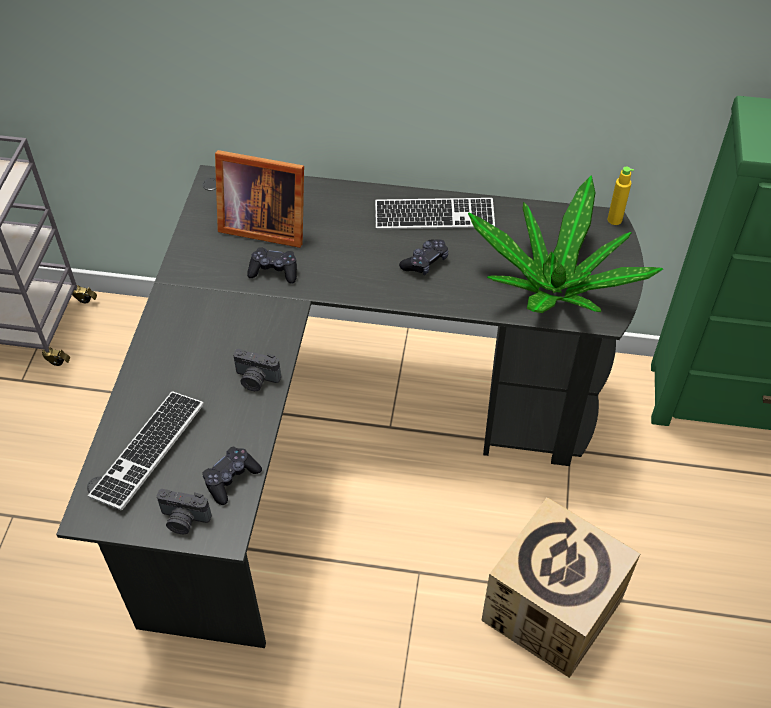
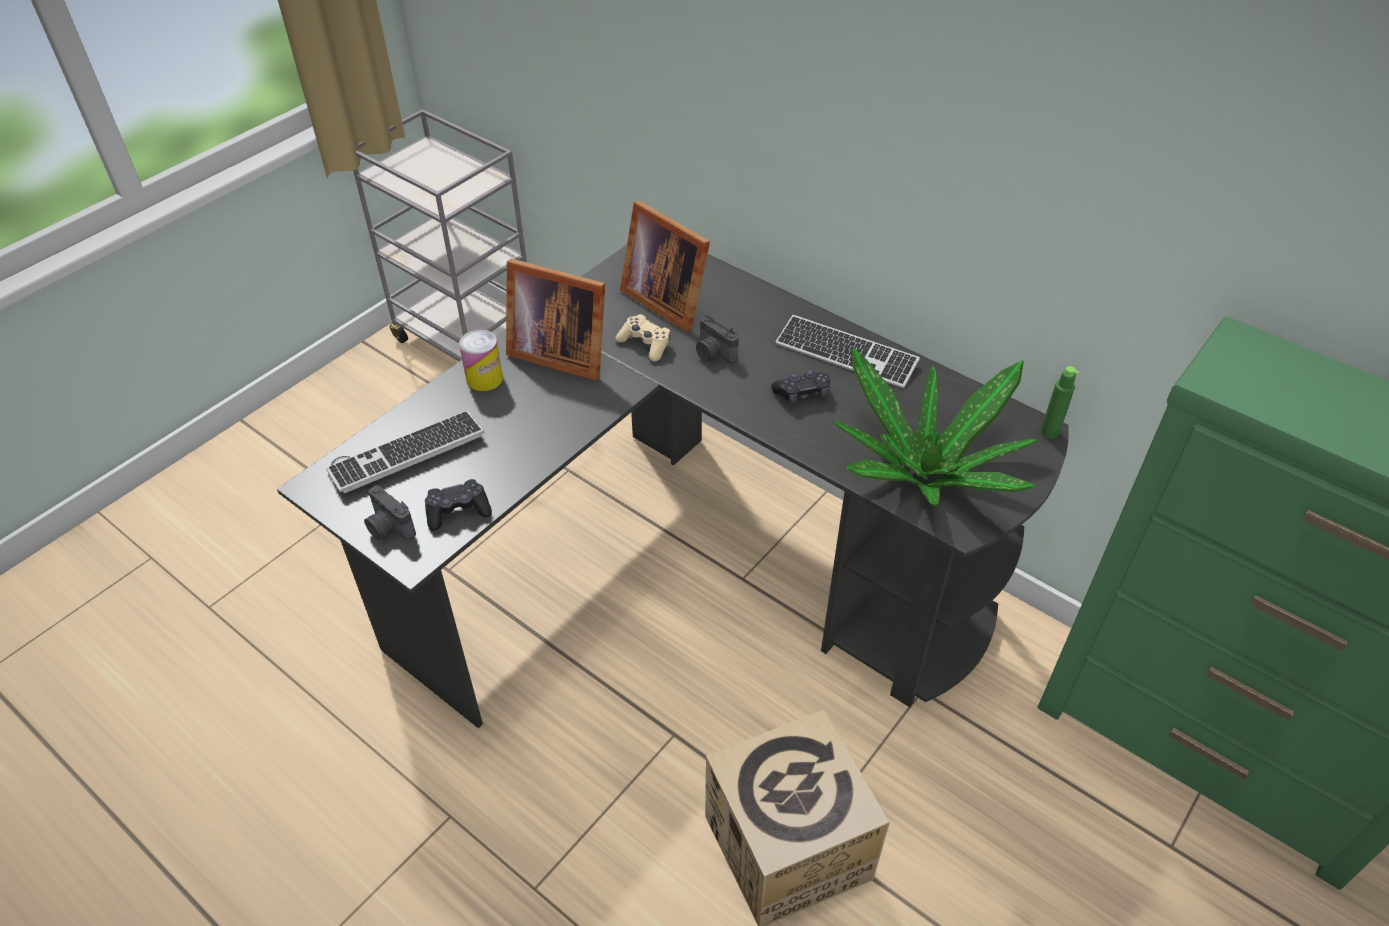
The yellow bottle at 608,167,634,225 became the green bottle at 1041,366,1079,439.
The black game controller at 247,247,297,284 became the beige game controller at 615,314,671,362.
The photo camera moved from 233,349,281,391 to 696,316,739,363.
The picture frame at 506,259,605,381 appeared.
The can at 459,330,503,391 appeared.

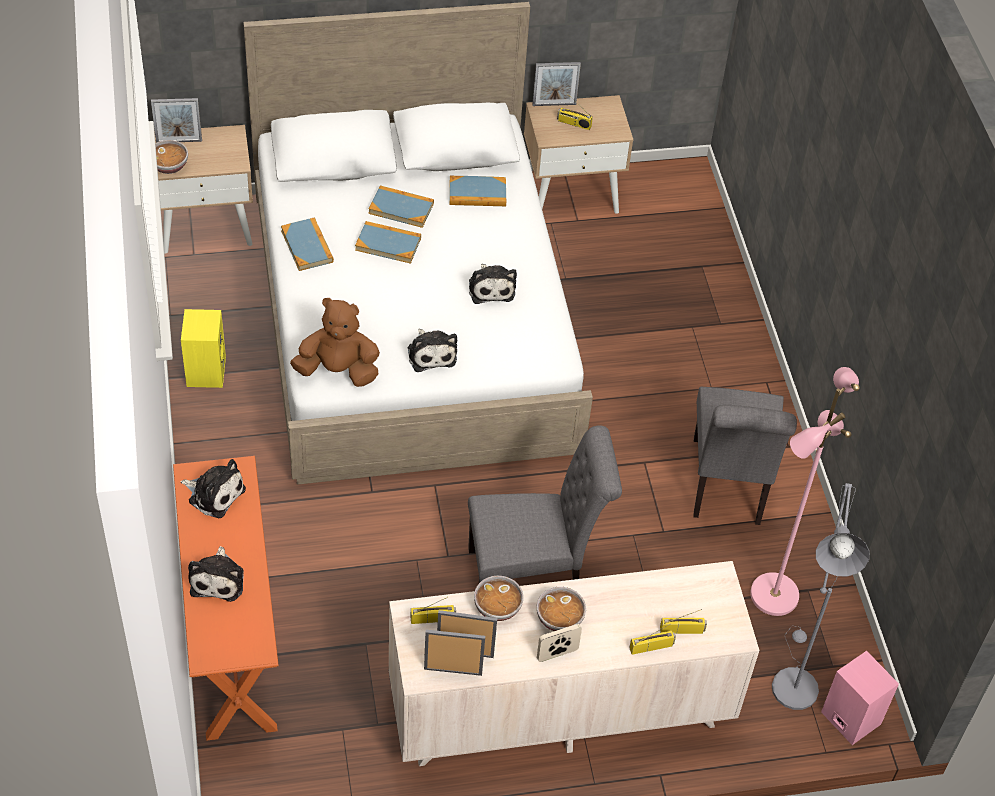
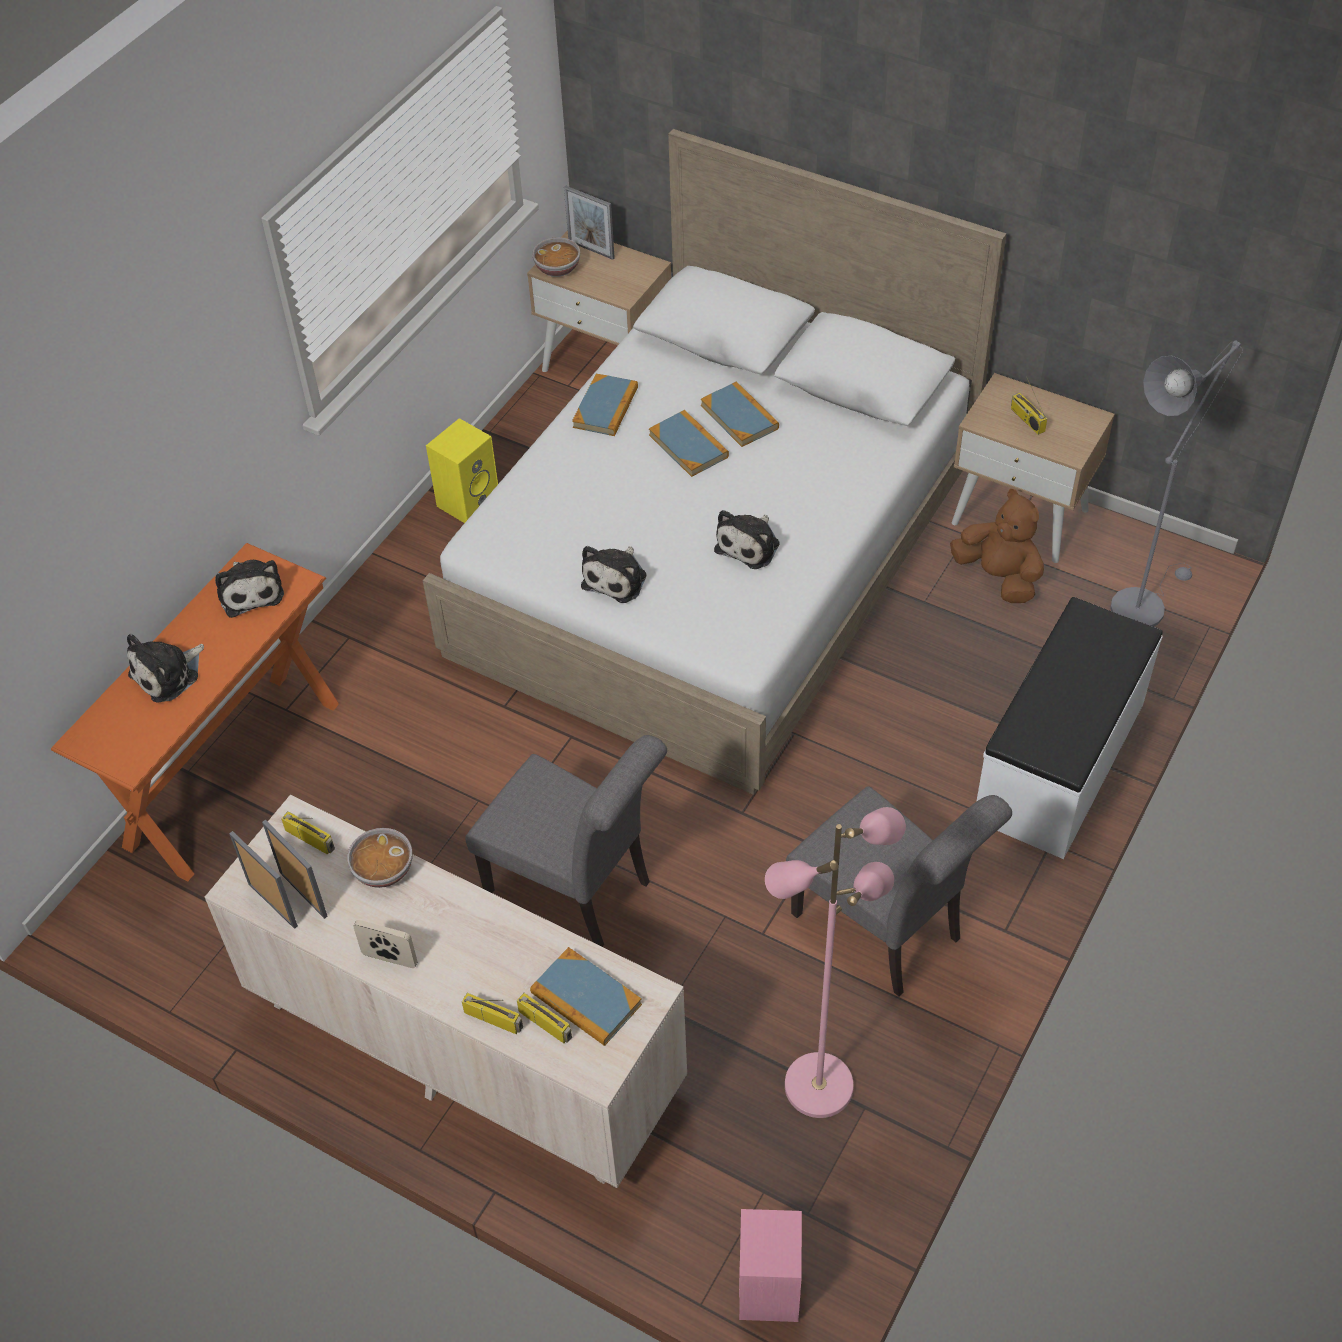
The picture frame at 532,62,581,106 disappeared.
The book moved from 449,176,506,206 to 530,947,642,1046.
The brown plush toy moved from 290,298,380,387 to 950,489,1044,603.
The grey chair at 693,387,797,525 turned 90 degrees counterclockwise.
The grey floor lamp moved from 772,483,869,710 to 1110,340,1243,627.
The bowl at 537,587,586,631 disappeared.
The white bench at 976,597,1163,859 appeared.

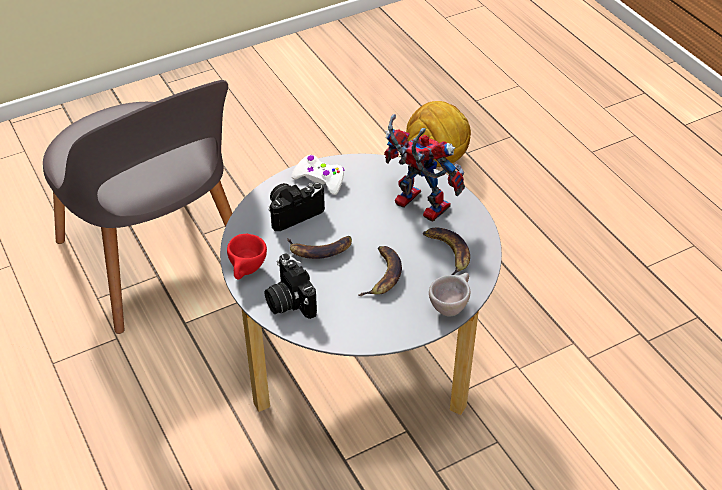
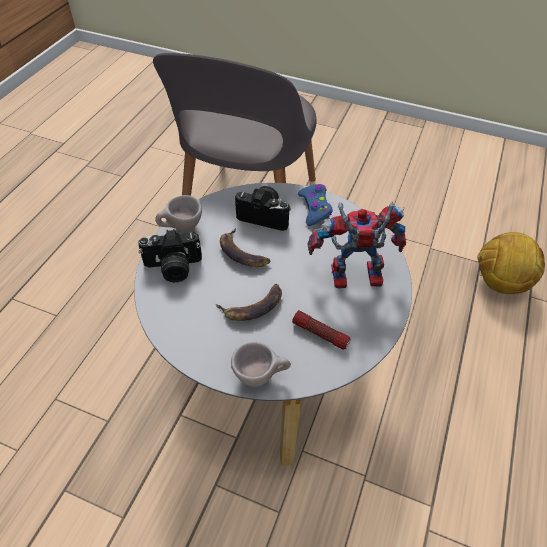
The toy robot at 384,114,465,222 turned 90 degrees counterclockwise.
The white game controller at 291,155,345,195 became the blue game controller at 298,184,333,226.
The banana at 423,228,470,275 was replaced by the flashlight at 292,310,351,350.
The red cup at 227,234,267,280 became the beige cup at 155,195,202,232.
The photo camera at 265,254,317,319 turned 120 degrees counterclockwise.

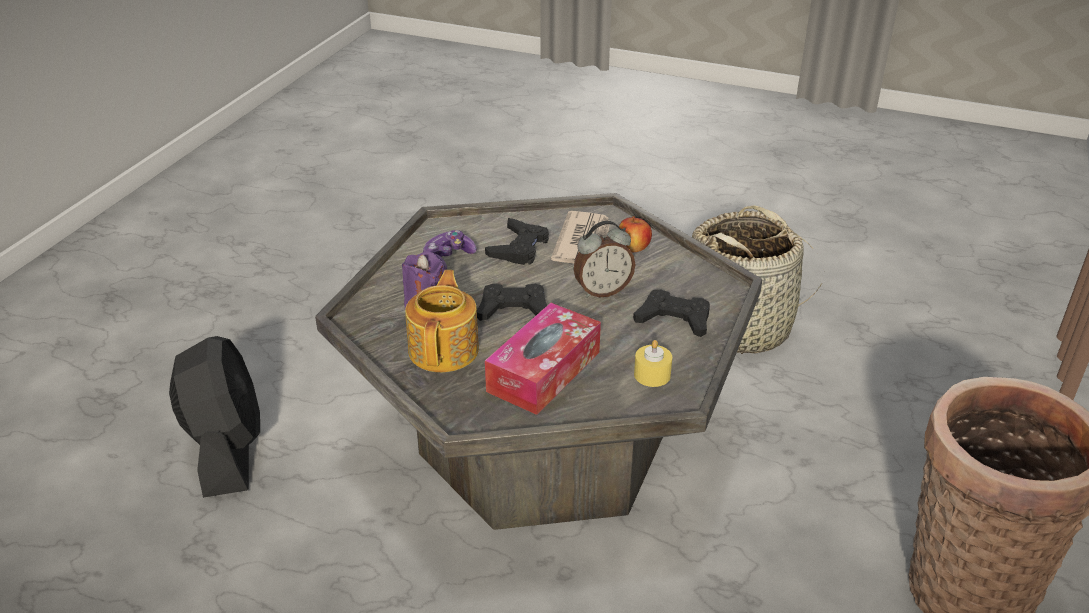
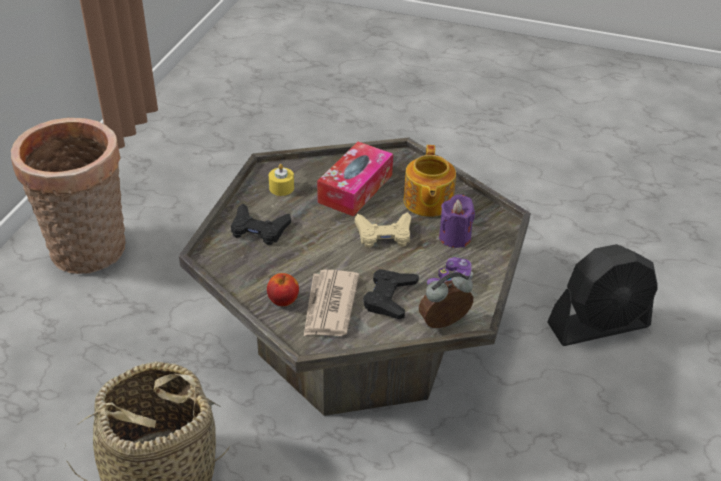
The alarm clock moved from 574,221,635,298 to 419,272,473,328.
The black game controller at 477,284,547,321 became the beige game controller at 355,212,411,248.
The black fan at 169,336,260,498 turned 90 degrees counterclockwise.

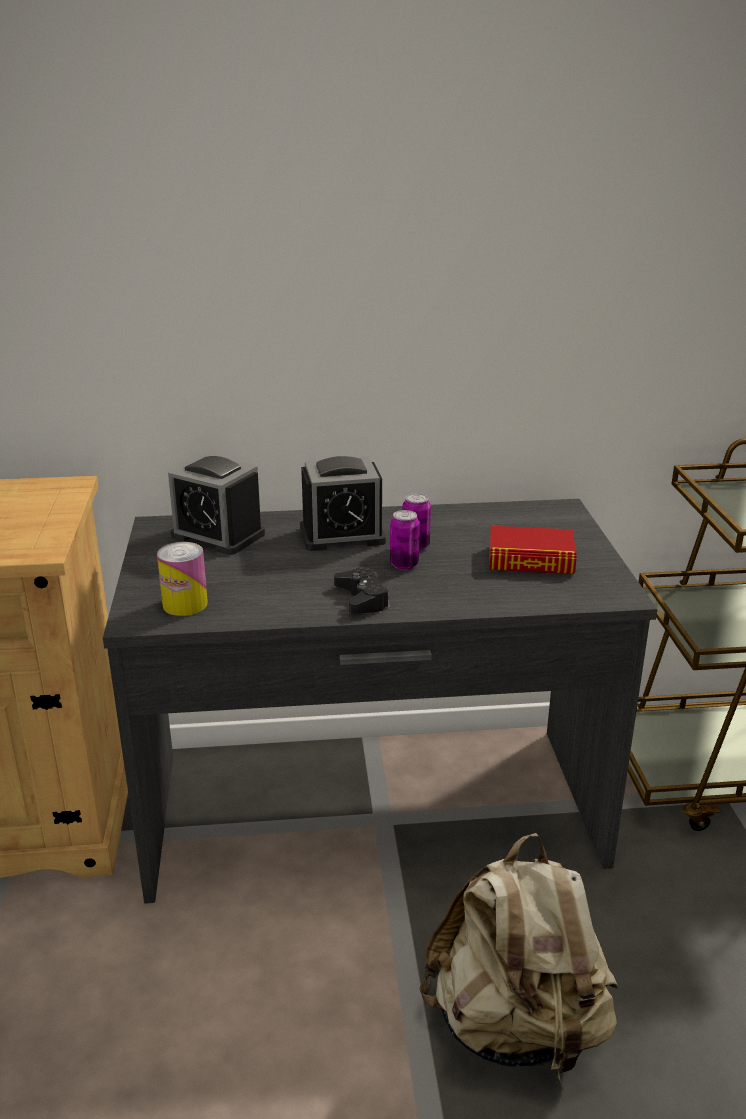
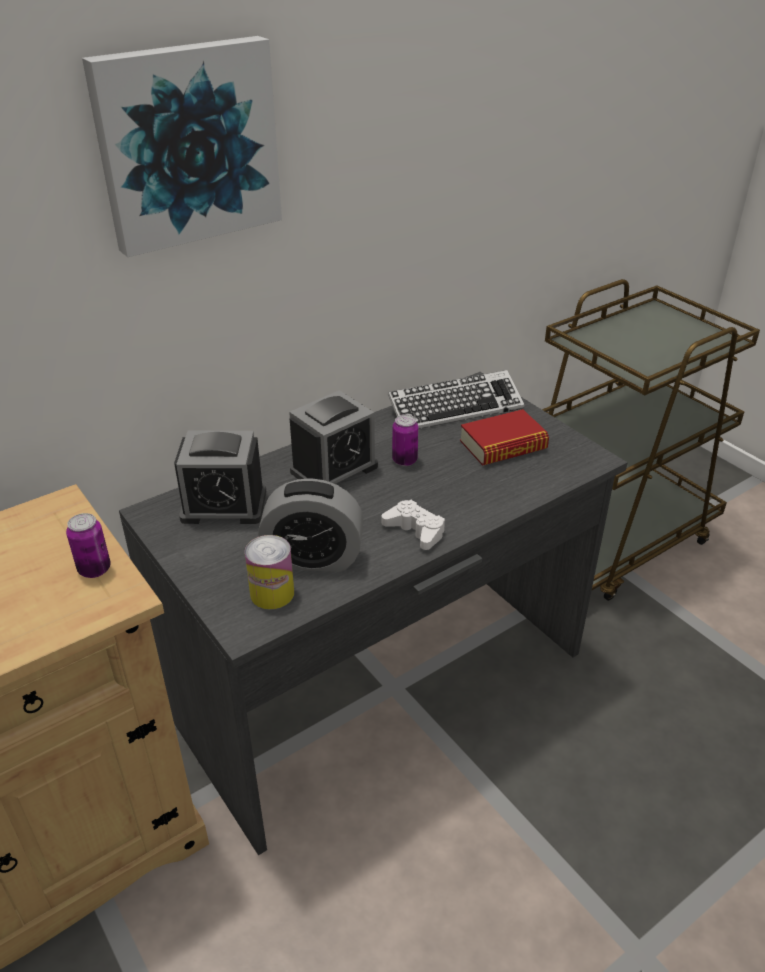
The can moved from 390,510,420,570 to 66,513,111,578.
The black game controller at 334,567,390,614 became the white game controller at 382,500,445,550.
The beige backpack at 419,833,619,1083 disappeared.
The picture at 82,36,282,257 appeared.
The keyboard at 388,370,525,429 appeared.
The alarm clock at 258,478,364,572 appeared.

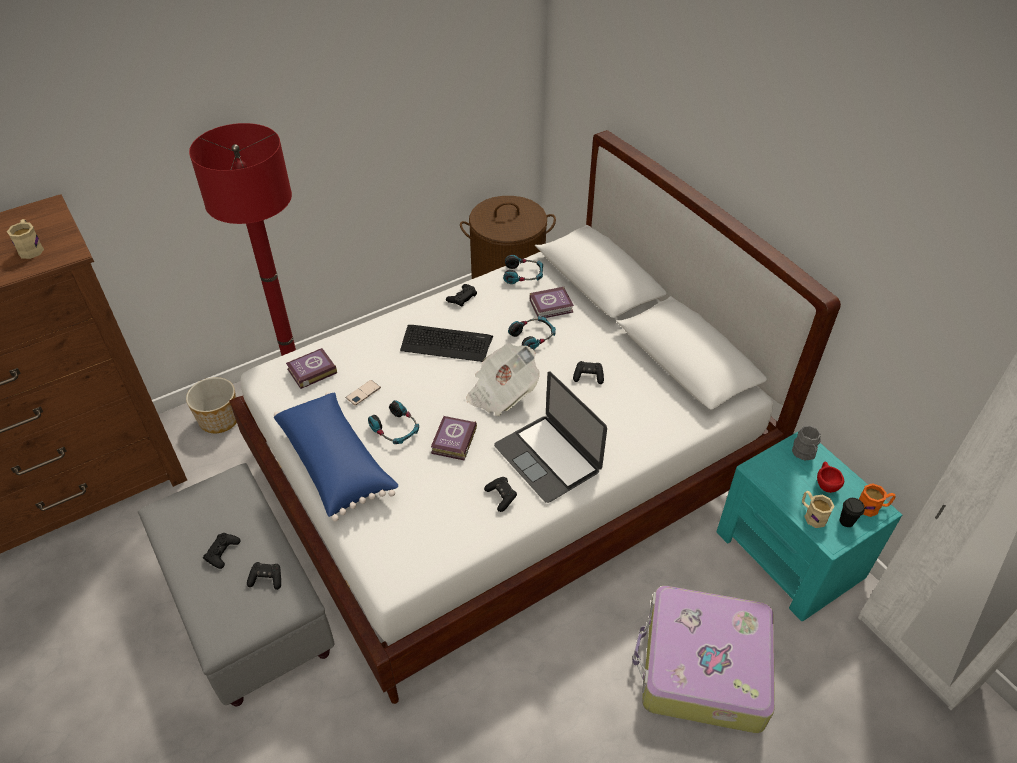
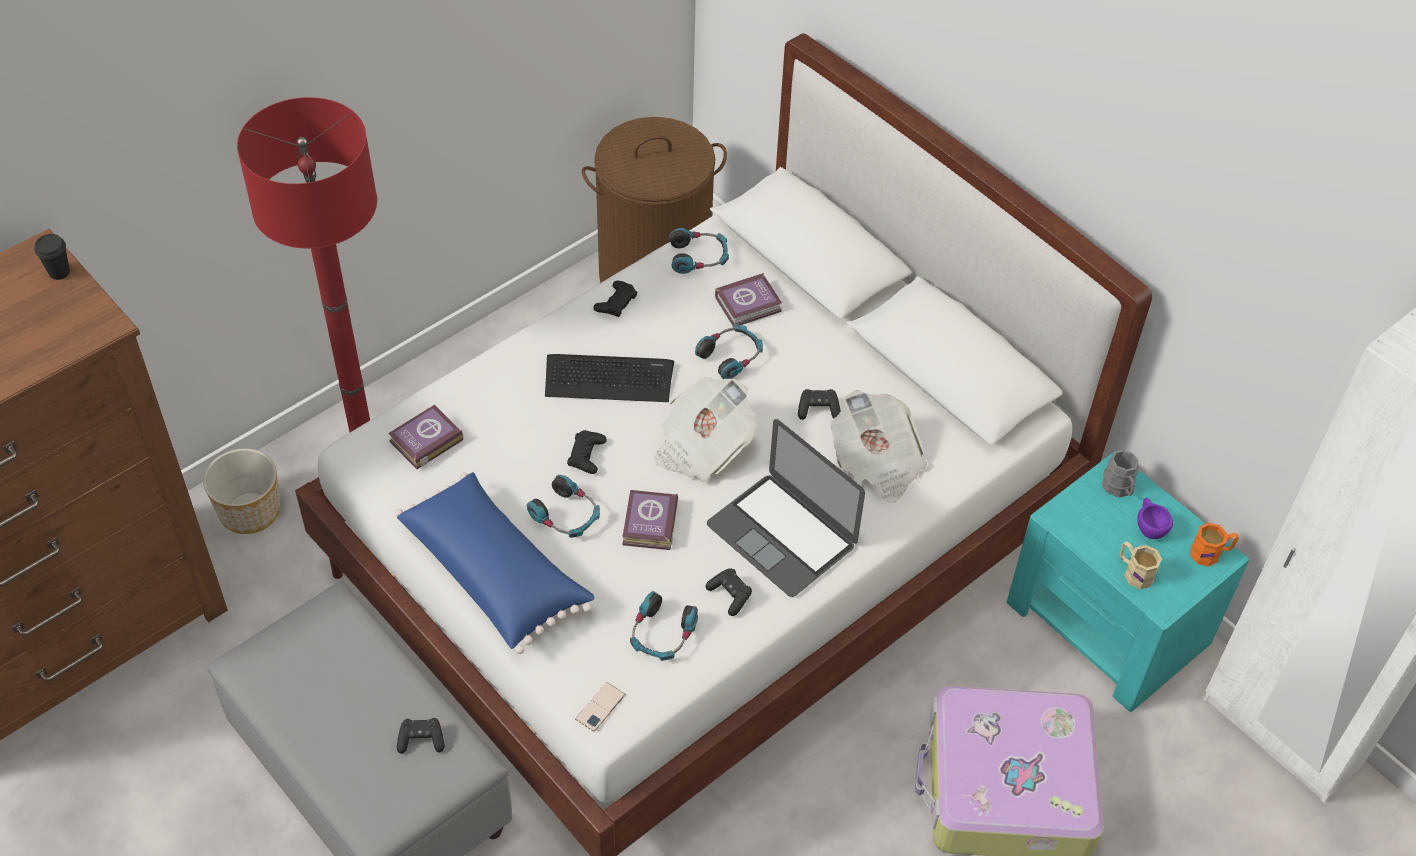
The beige mug at 7,219,44,259 disappeared.
The phone moved from 345,380,381,405 to 575,682,626,732.
The red cup at 817,462,844,493 became the purple cup at 1137,498,1173,539.
The black cup moved from 840,498,865,527 to 34,234,70,280.
The black game controller moved from 203,533,241,569 to 567,430,607,474.
The newspaper at 830,390,927,503 appeared.
The headphones at 630,591,698,661 appeared.

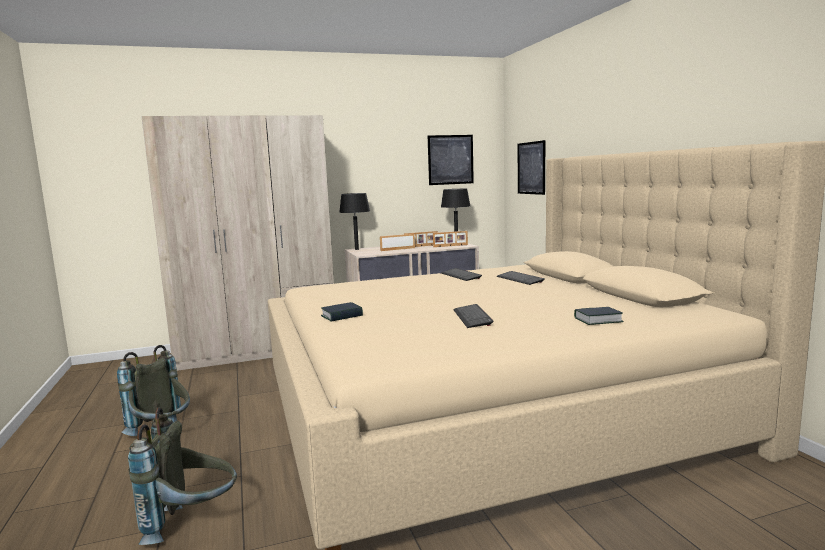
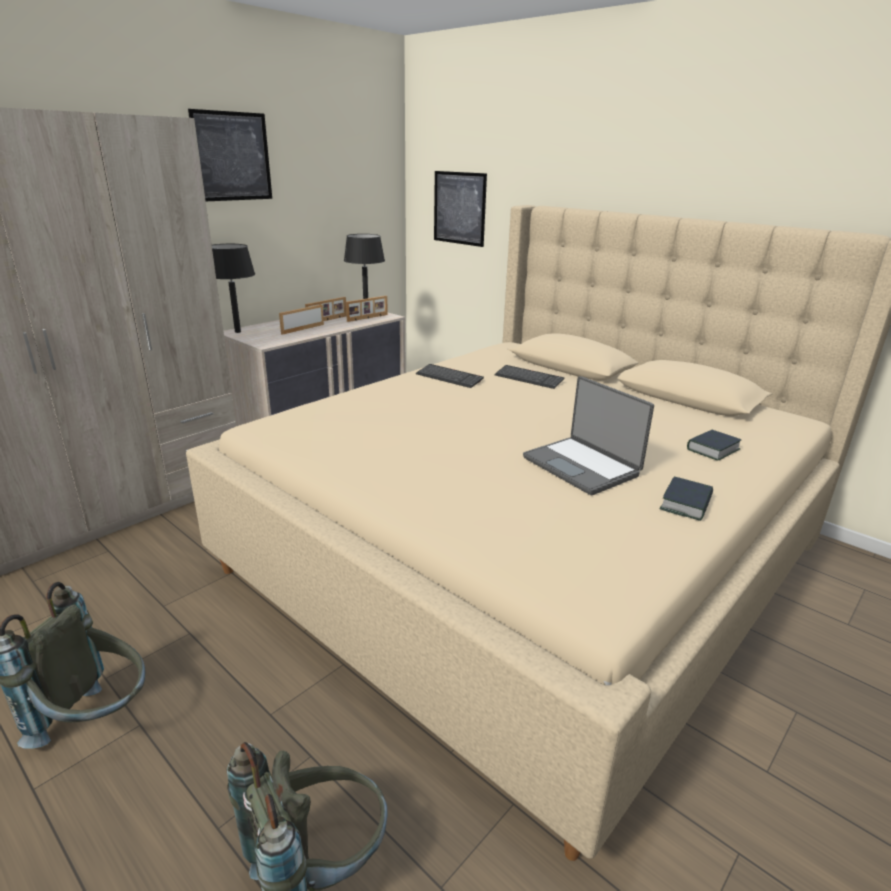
The picture moved from 428,135,474,185 to 188,109,272,201.
The book moved from 321,302,363,322 to 659,476,713,521.
The keyboard at 453,304,493,328 was replaced by the laptop at 523,376,654,495.

